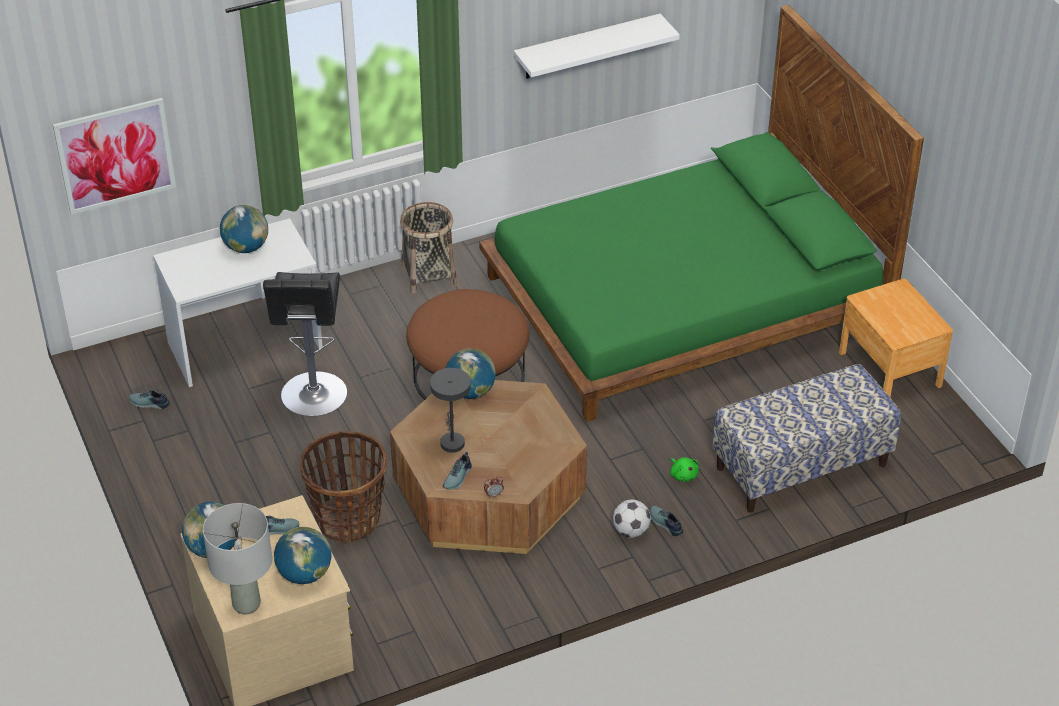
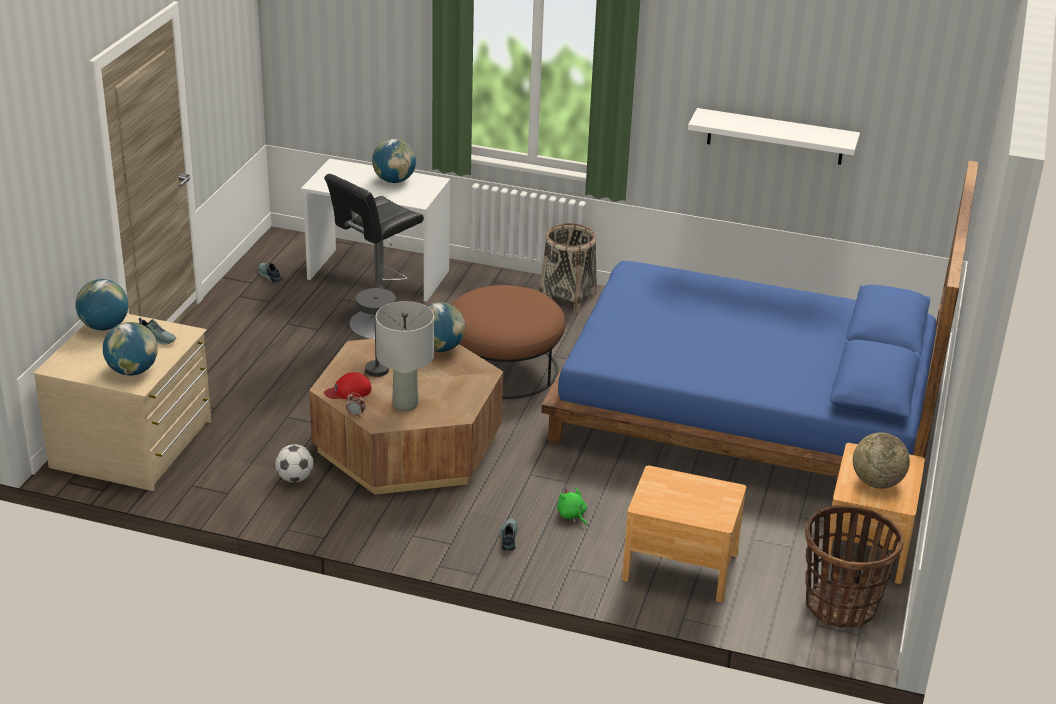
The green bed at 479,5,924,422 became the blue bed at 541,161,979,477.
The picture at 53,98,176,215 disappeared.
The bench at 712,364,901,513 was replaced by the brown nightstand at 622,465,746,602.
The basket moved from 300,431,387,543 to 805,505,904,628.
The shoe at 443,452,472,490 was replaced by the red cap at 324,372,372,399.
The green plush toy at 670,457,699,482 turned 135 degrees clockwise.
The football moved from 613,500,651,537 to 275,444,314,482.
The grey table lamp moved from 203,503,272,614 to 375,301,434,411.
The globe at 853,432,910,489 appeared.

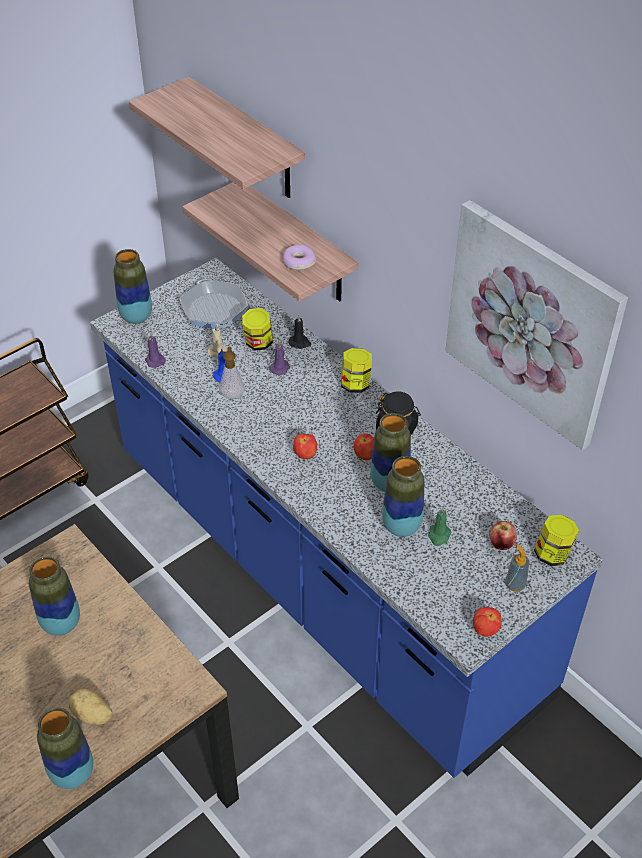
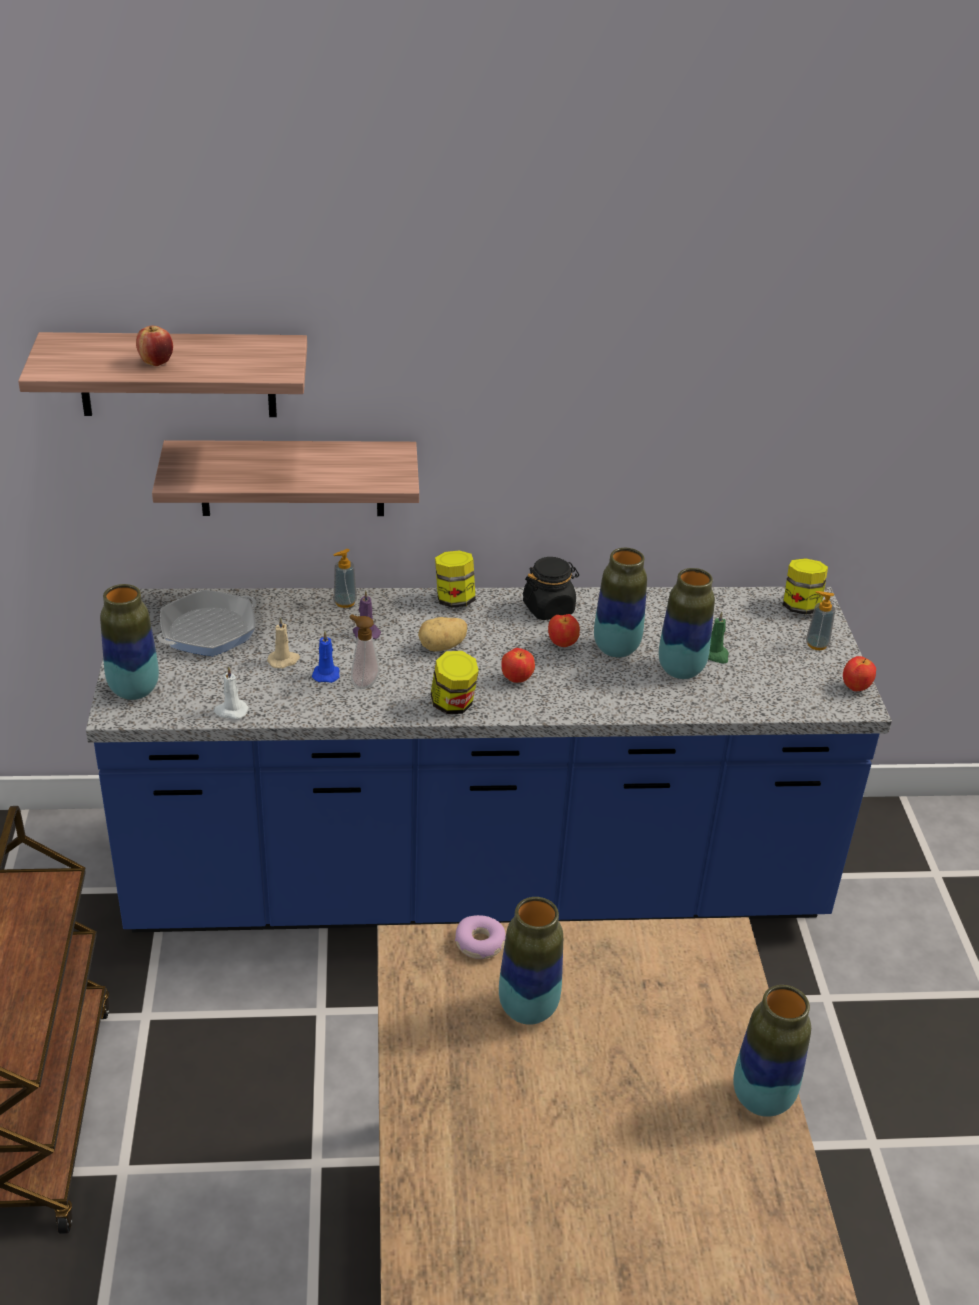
The picture at 445,200,628,450 disappeared.
The donut moved from 283,244,316,270 to 455,915,505,959.
The frying pan at 180,279,248,329 turned 60 degrees counterclockwise.
The jar moved from 242,308,273,350 to 431,651,479,714.
The black candle at 288,315,311,349 was replaced by the soap dispenser at 334,549,357,608.
The purple candle at 145,333,166,368 became the white candle at 213,666,249,719.
The apple moved from 490,521,517,550 to 136,326,173,366.
The potato moved from 69,689,113,725 to 418,617,467,652.

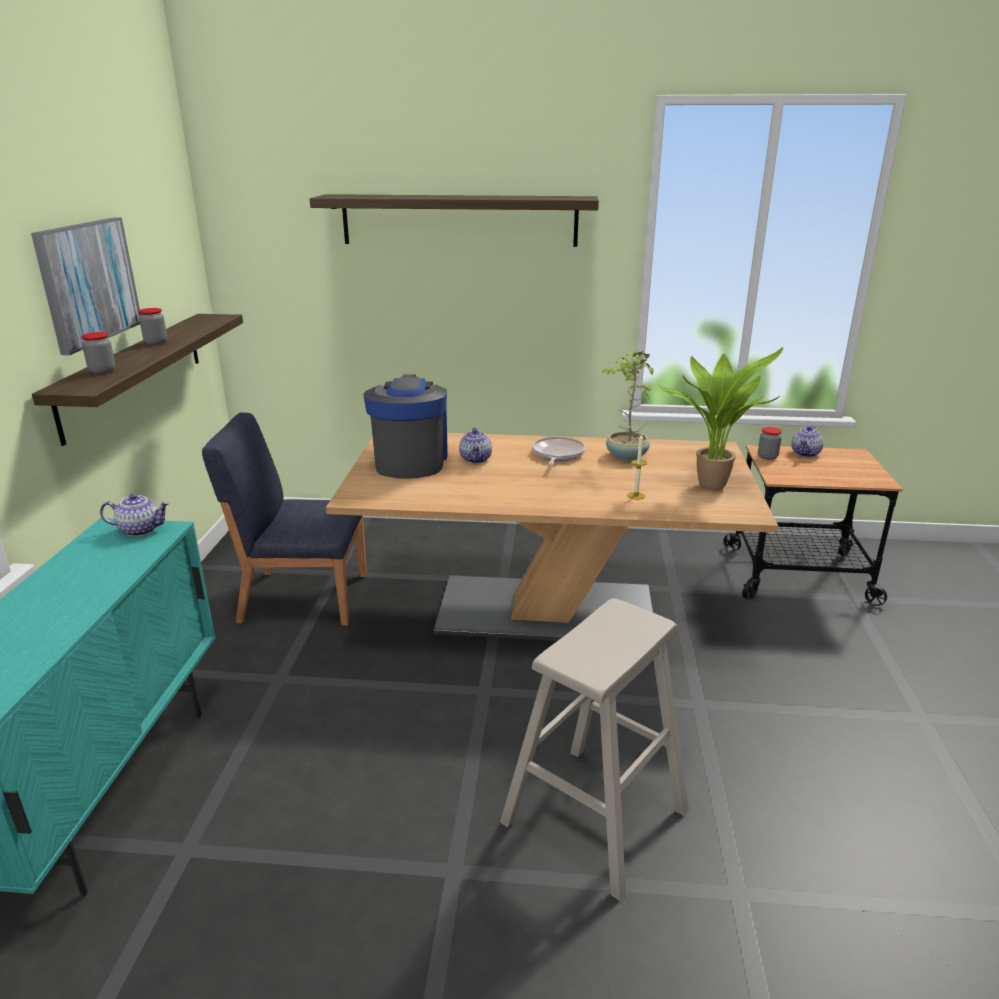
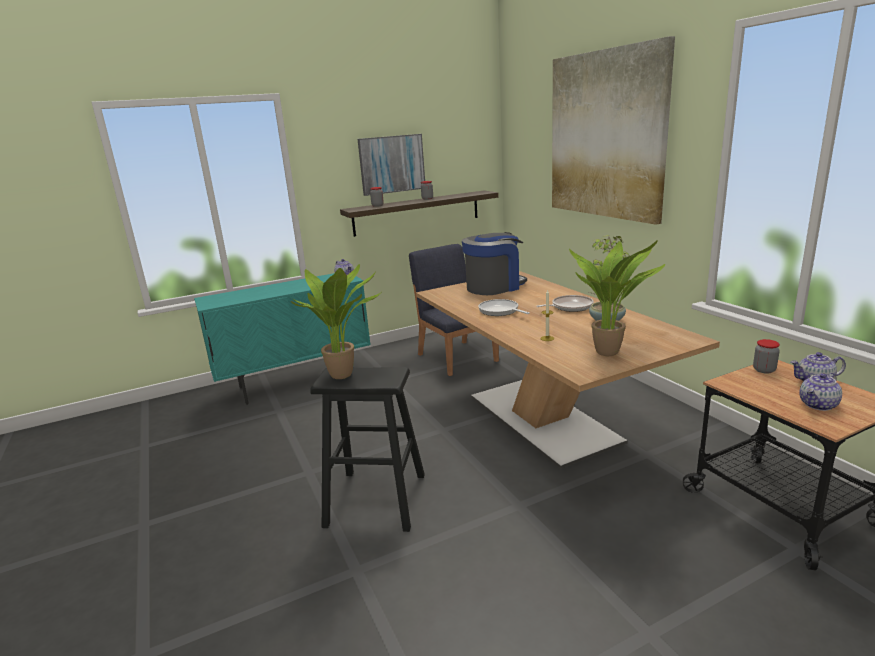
The shelf at 310,194,599,247 was replaced by the picture at 552,36,675,225.
The teapot moved from 459,427,492,463 to 799,373,842,411.
The beige stool at 500,598,689,901 became the black stool at 310,367,425,532.
The potted plant at 291,264,381,379 appeared.
The frying pan at 478,299,530,316 appeared.

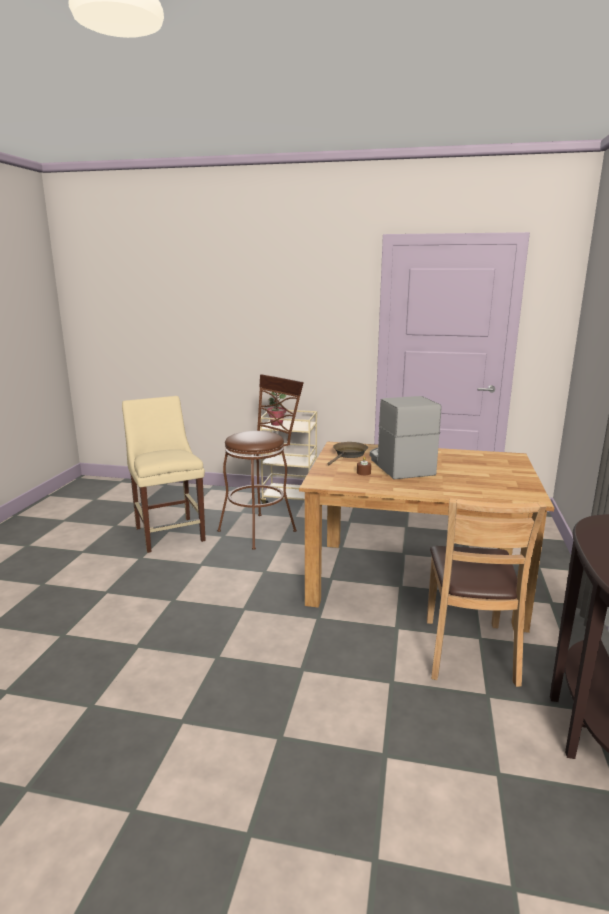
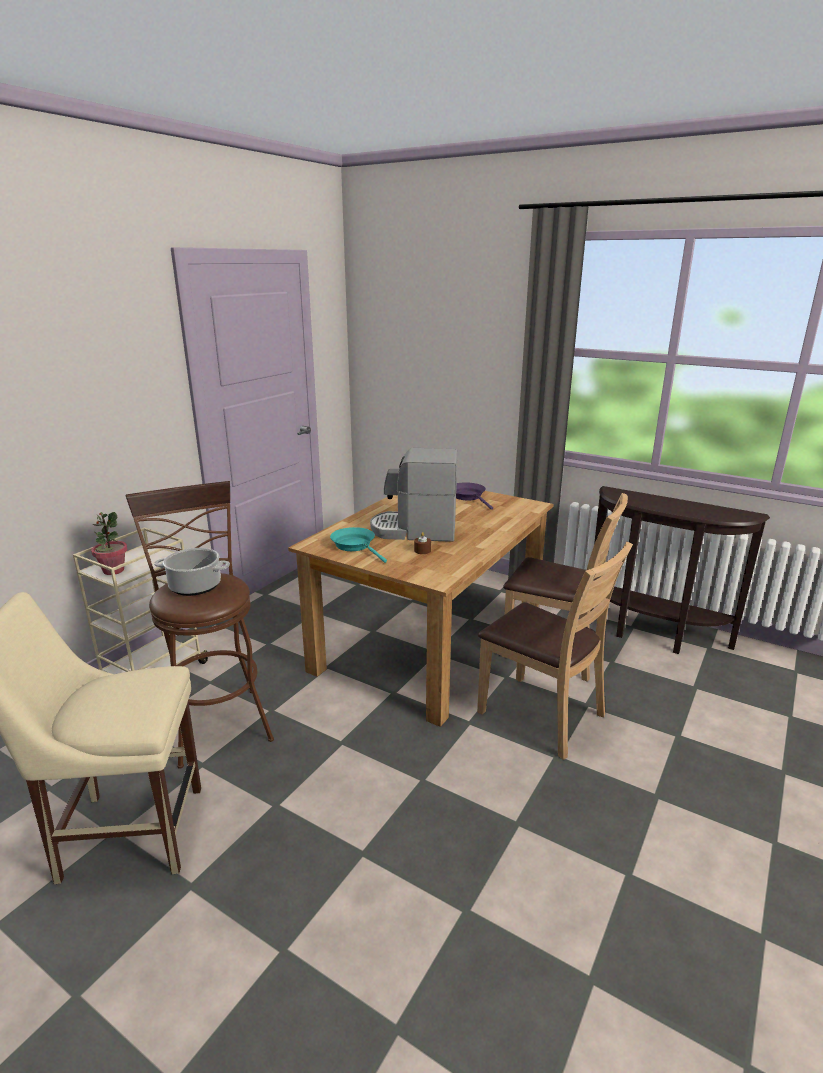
The brown frying pan at 327,442,368,465 became the turquoise frying pan at 330,527,387,563.
The purple frying pan at 456,483,493,510 appeared.
The brown chair at 477,541,633,760 appeared.
The cooking pot at 154,548,230,596 appeared.

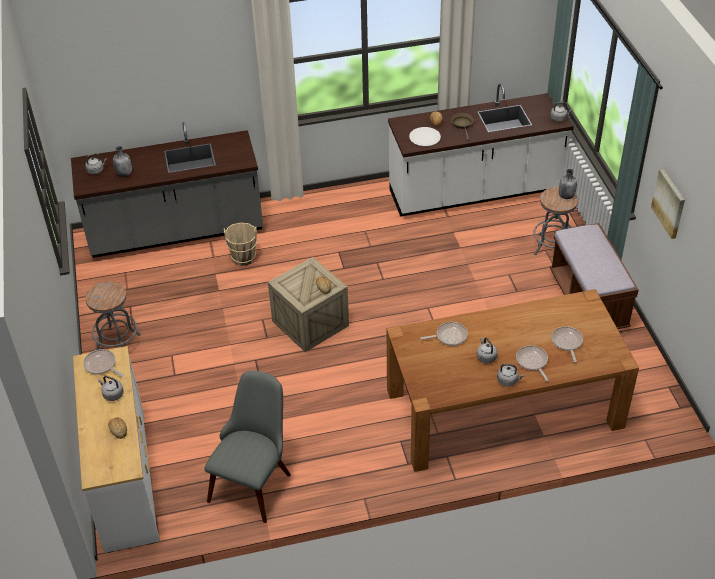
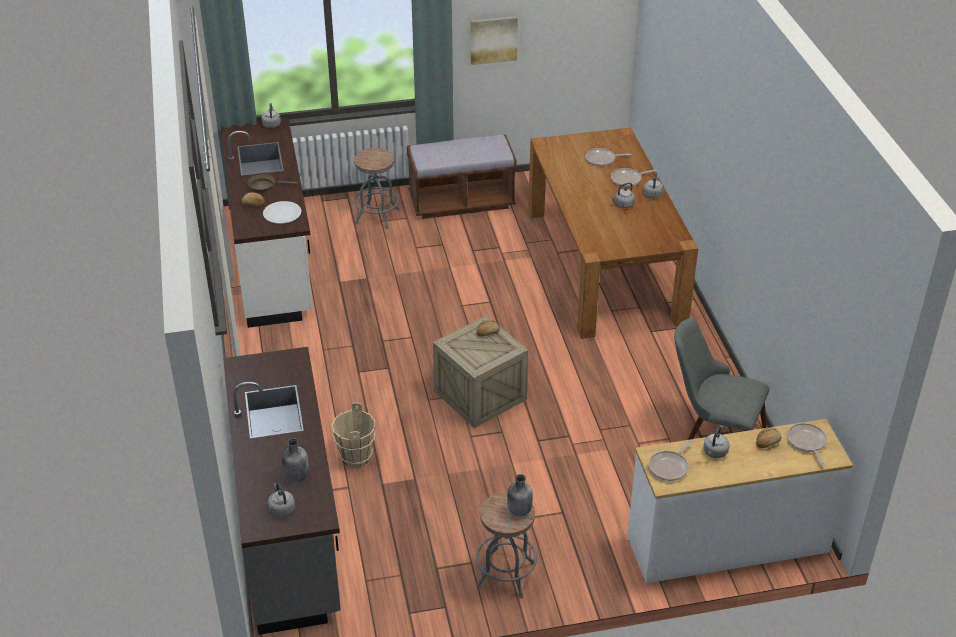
The grey bottle moved from 559,169,577,199 to 507,474,533,516.
The frying pan moved from 420,322,468,346 to 787,423,827,466.

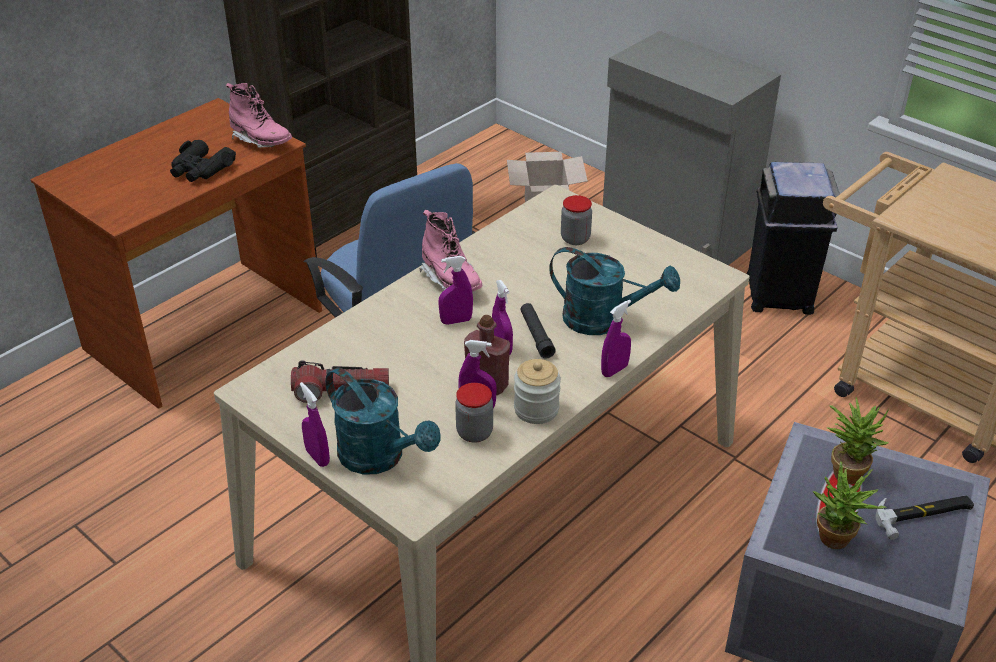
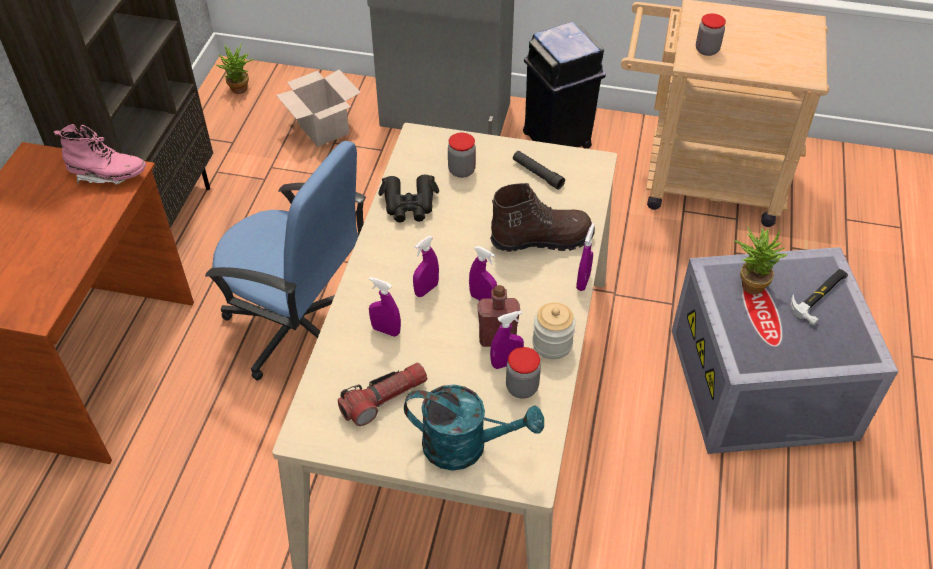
The black binoculars moved from 170,140,236,182 to 379,175,439,222.
The pink boot at 420,210,482,292 disappeared.
The turquoise watering can at 549,247,680,335 was replaced by the brown boot at 490,183,595,252.
The black flashlight moved from 520,303,556,359 to 513,151,565,190.
The purple spray bottle moved from 300,382,330,467 to 369,277,401,337.
The potted plant moved from 813,461,887,549 to 217,43,254,94.
The jar at 696,14,726,56 appeared.

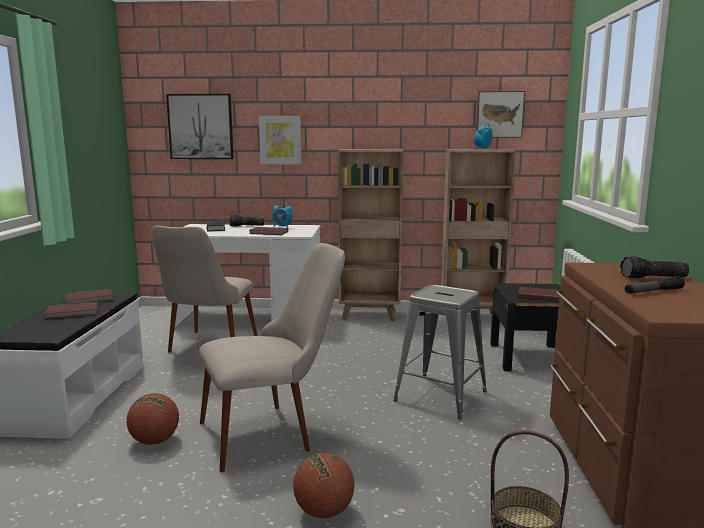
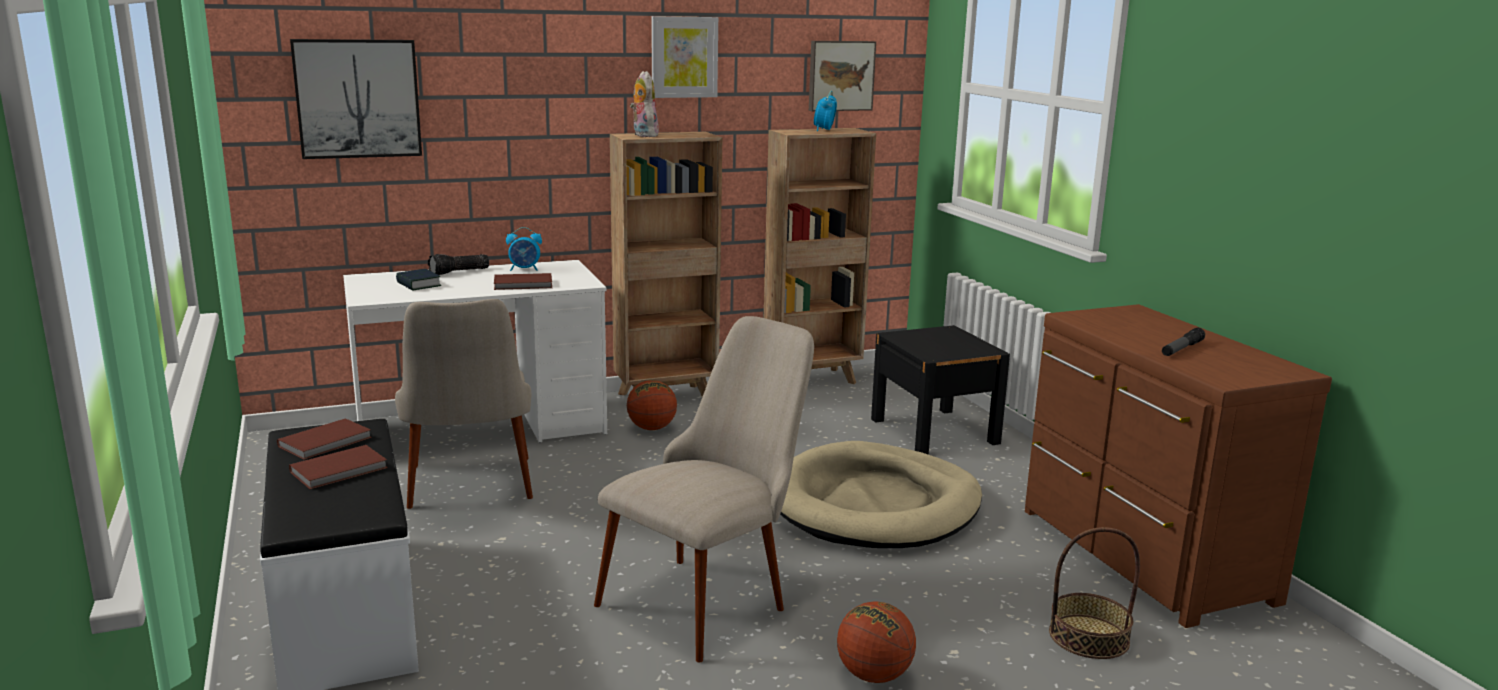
The picture moved from 259,116,301,164 to 651,16,718,98.
The flashlight at 620,256,689,279 disappeared.
The grey stool at 393,285,487,420 was replaced by the beige dog bed at 780,441,982,548.
The brown book at 518,287,560,301 disappeared.
The basketball moved from 127,393,179,445 to 627,380,677,430.
The plush toy at 630,71,659,137 appeared.

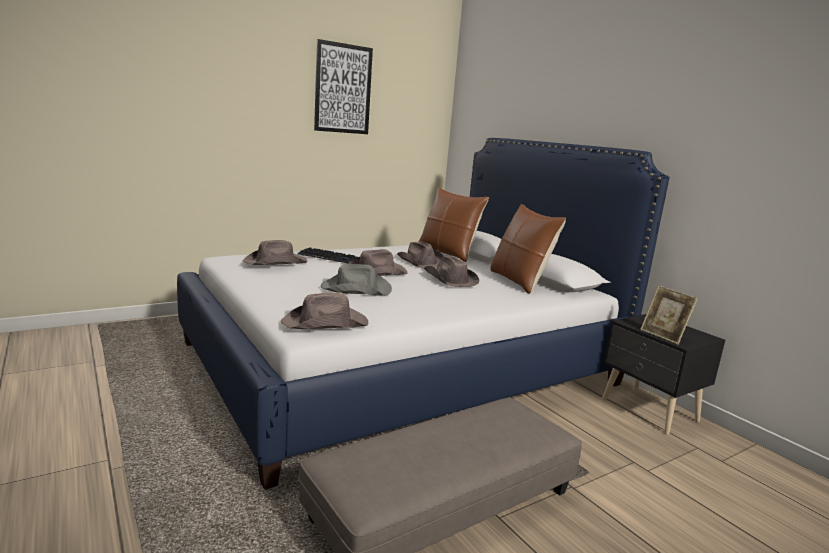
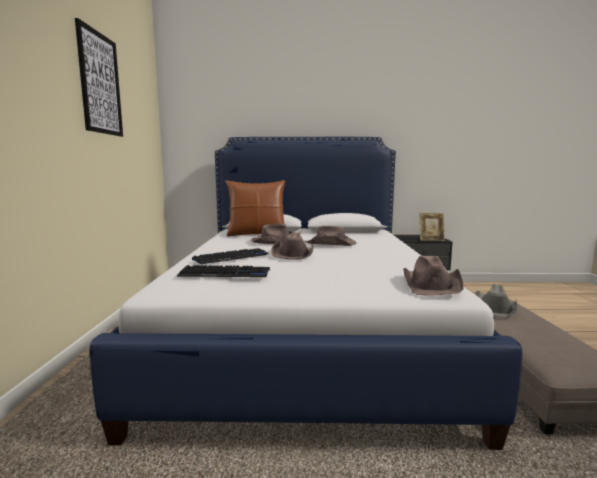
The brown pillow at 490,204,566,294 disappeared.
The brown hat at 242,240,307,265 was replaced by the keyboard at 177,265,270,277.
The grey hat moved from 321,264,392,296 to 475,284,518,317.

